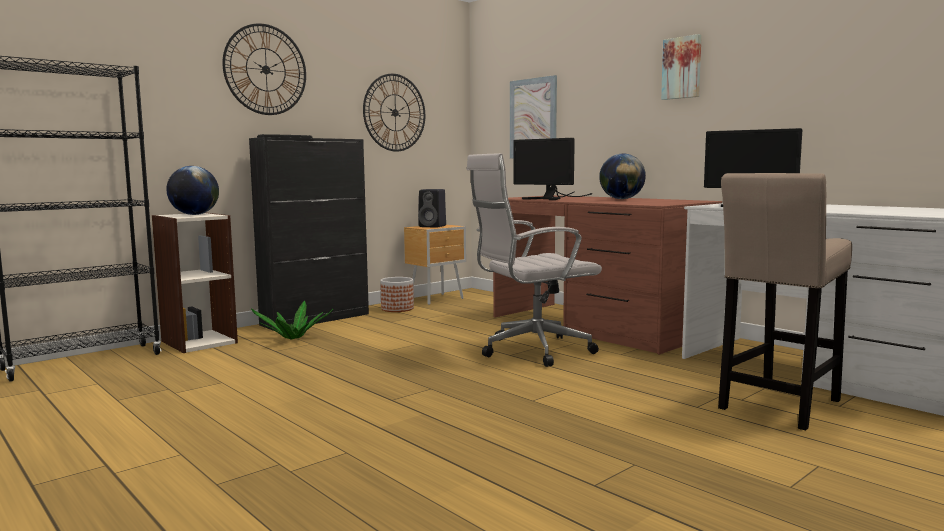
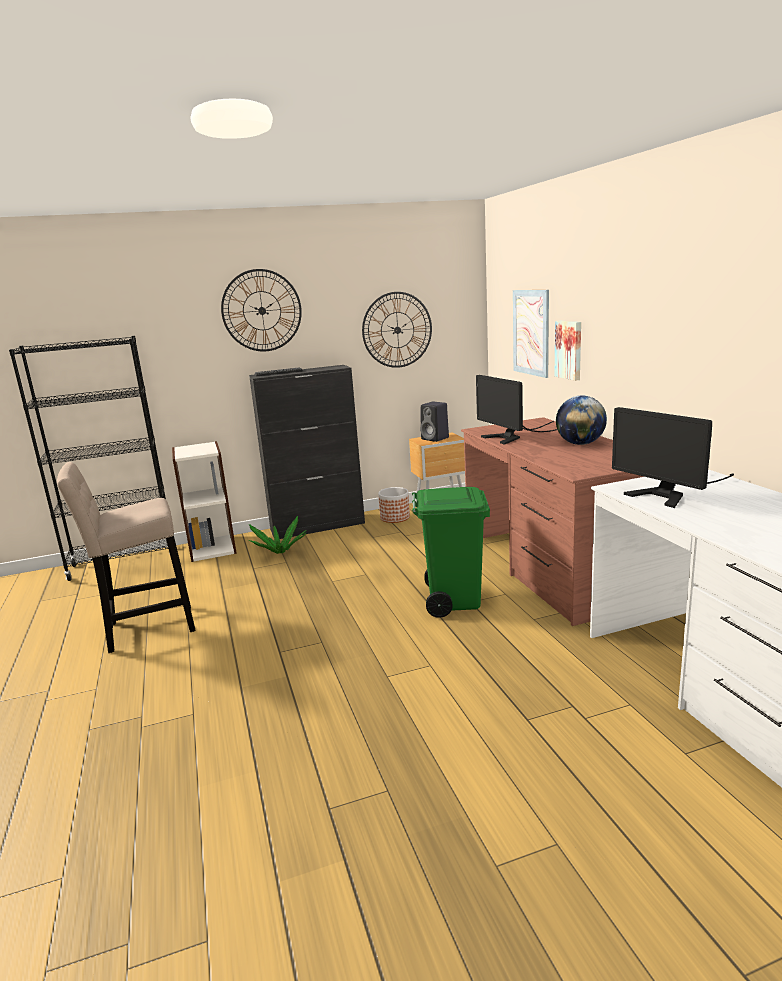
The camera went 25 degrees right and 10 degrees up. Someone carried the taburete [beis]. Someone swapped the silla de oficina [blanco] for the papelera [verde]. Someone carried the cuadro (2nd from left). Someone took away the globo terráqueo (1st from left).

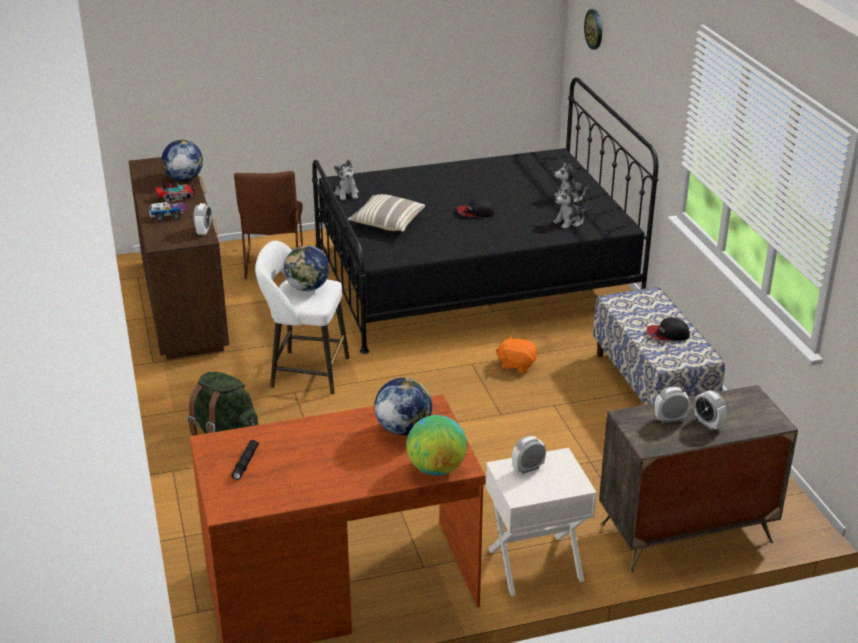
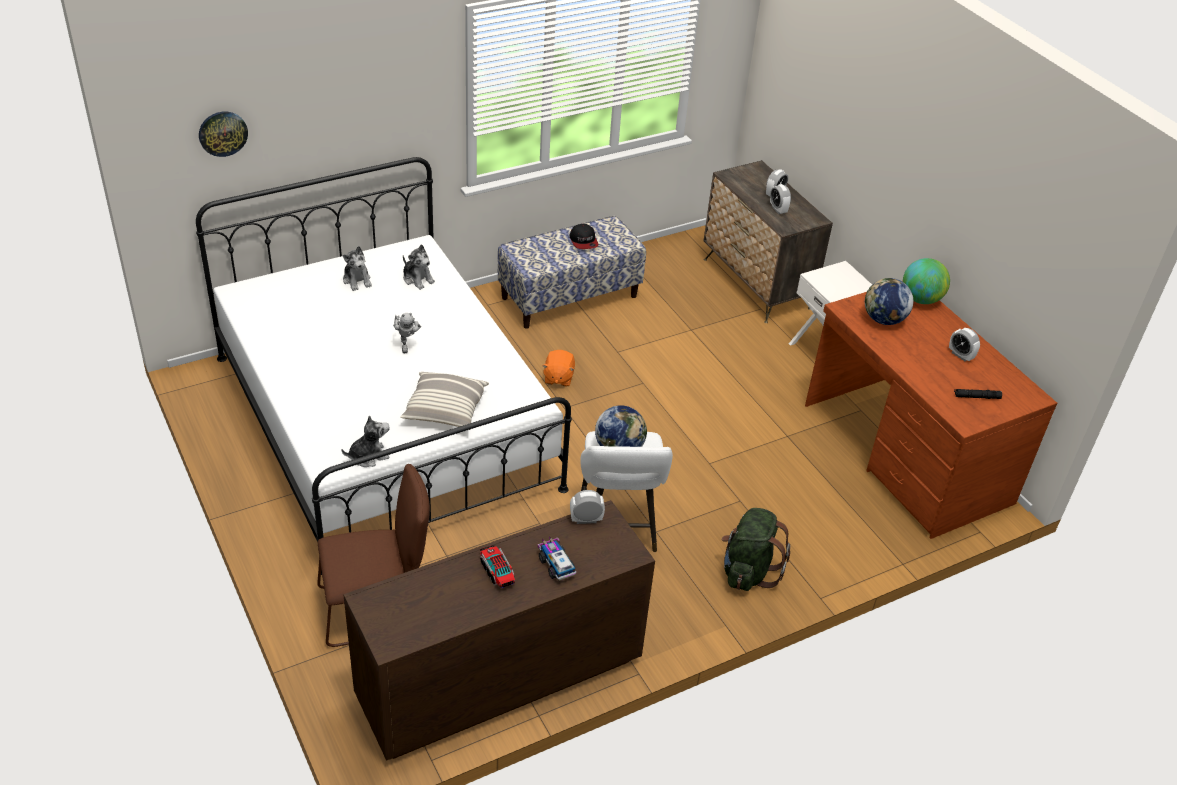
The camera went 105 degrees left and 10 degrees up. Someone repainted the cama [negro], which became the cama [blanco]. Someone swapped the gorra (1st from left) for the robot de juguete. Someone carried the despertador (2nd from left in the first image). Someone took away the globo terráqueo (1st from left).

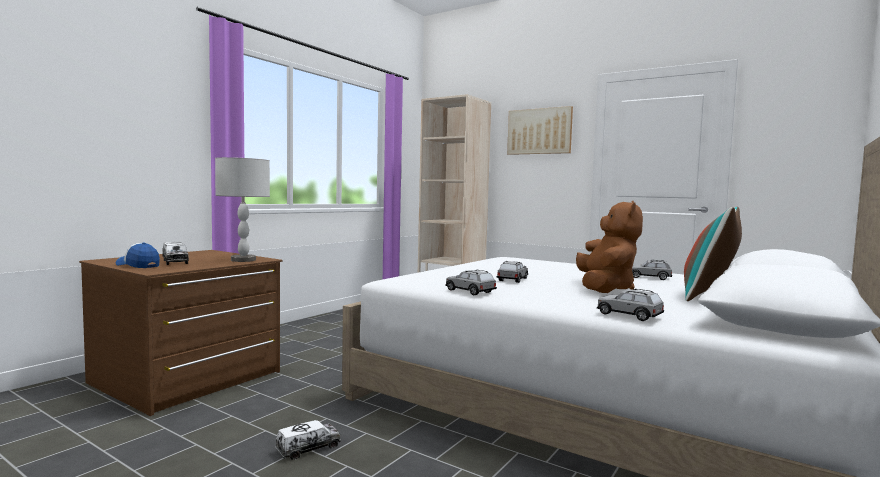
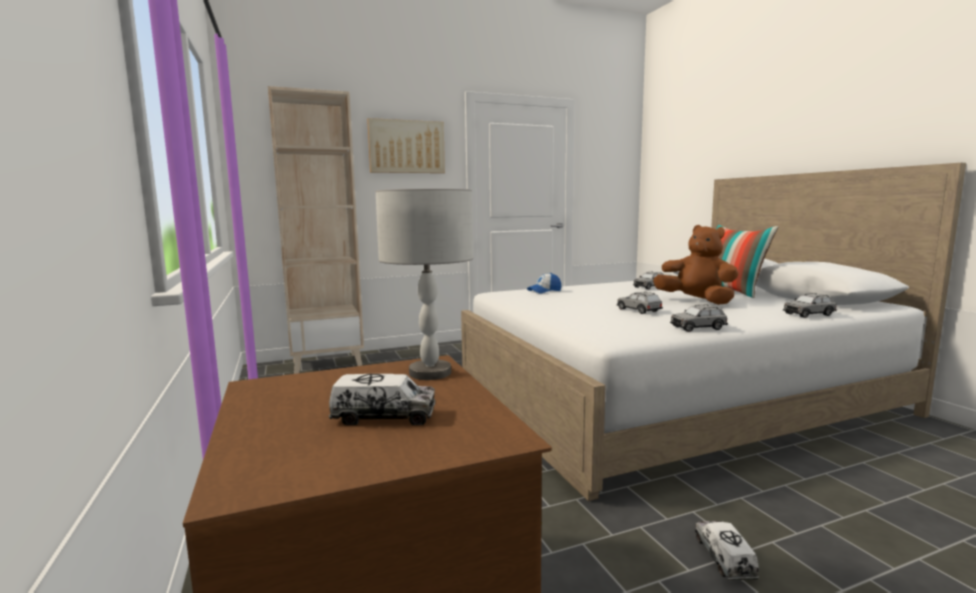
The camera went 55 degrees left and 5 degrees up. Someone carried the gorra.

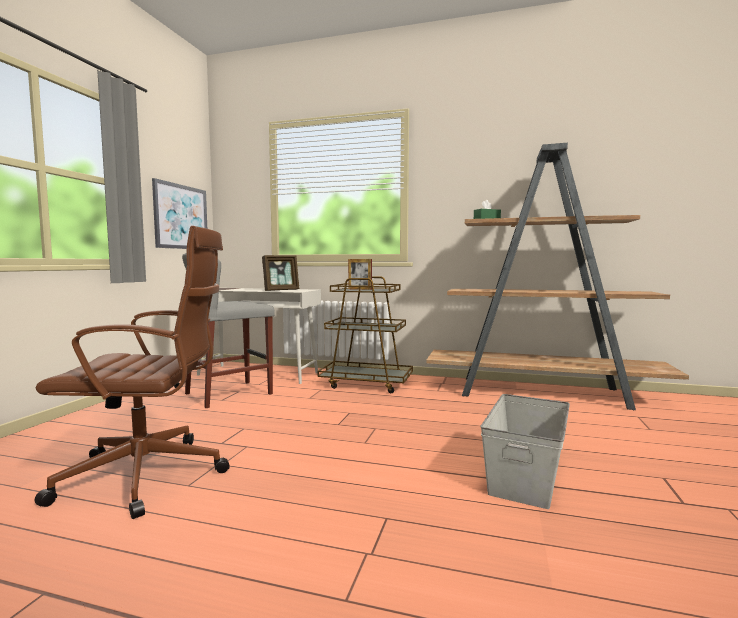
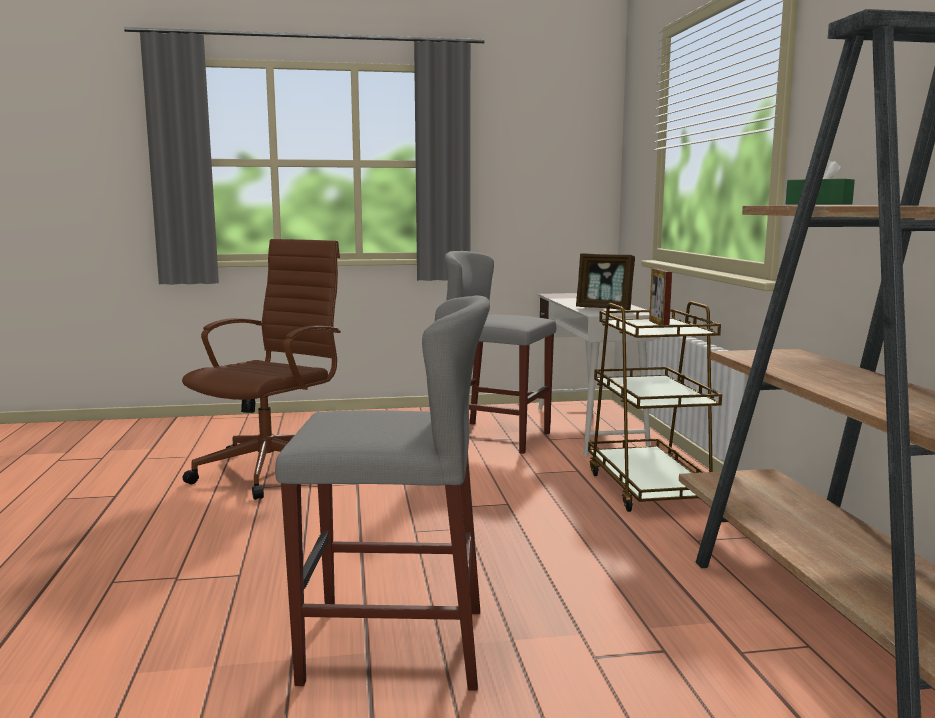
The camera went 65 degrees right and 5 degrees up. Someone rotated the silla de oficina [marrón] by 120 degrees counterclockwise. Someone swapped the caja de almacenaje [gris] for the taburete [gris] (1st from left). Someone took away the cuadro.

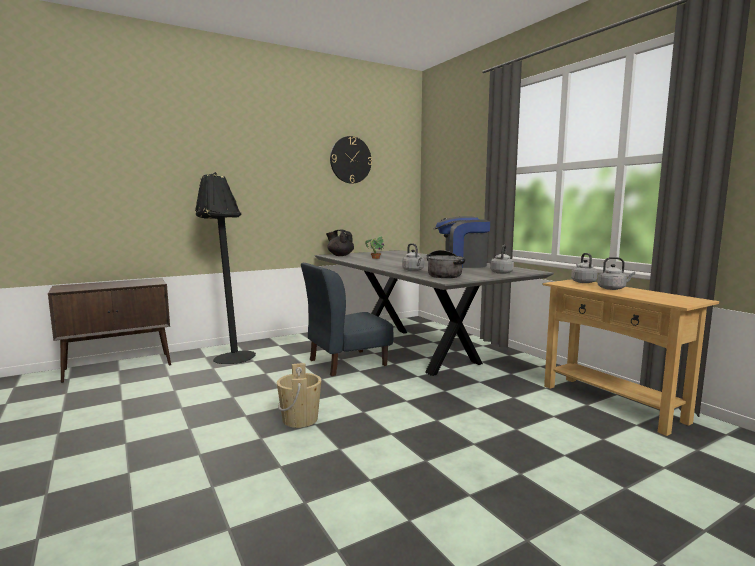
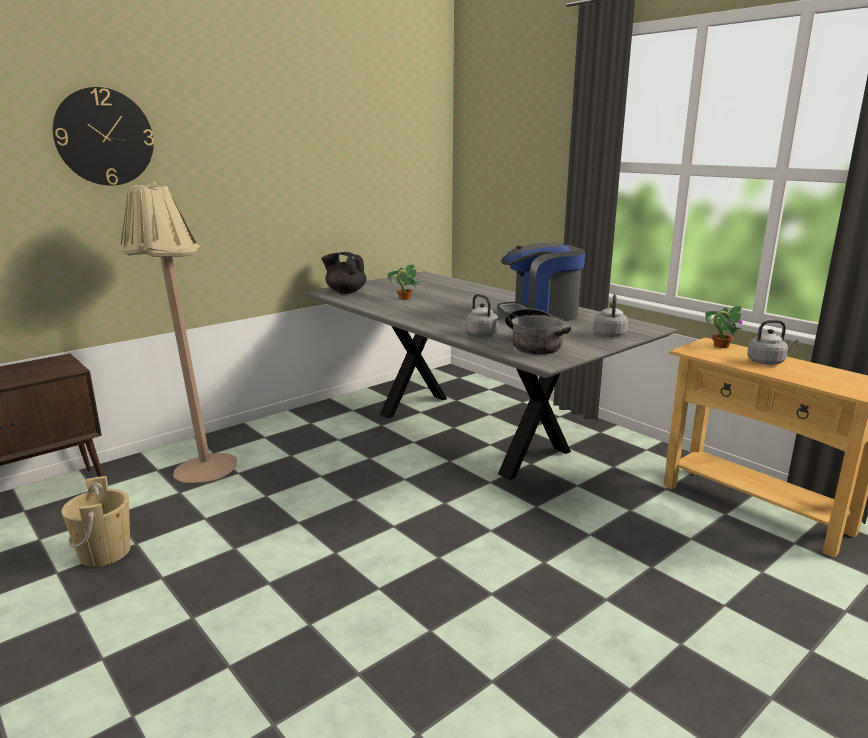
The camera went 10 degrees left and 10 degrees up. Someone carried the reloj de pared. Someone carried the cubo [beis]. Someone repainted the lámpara de pie [negro], which became the lámpara de pie [beis]. Someone swapped the hervidor [gris] (3rd from left) for the planta en maceta (2nd from left). Someone took away the silla [azul].

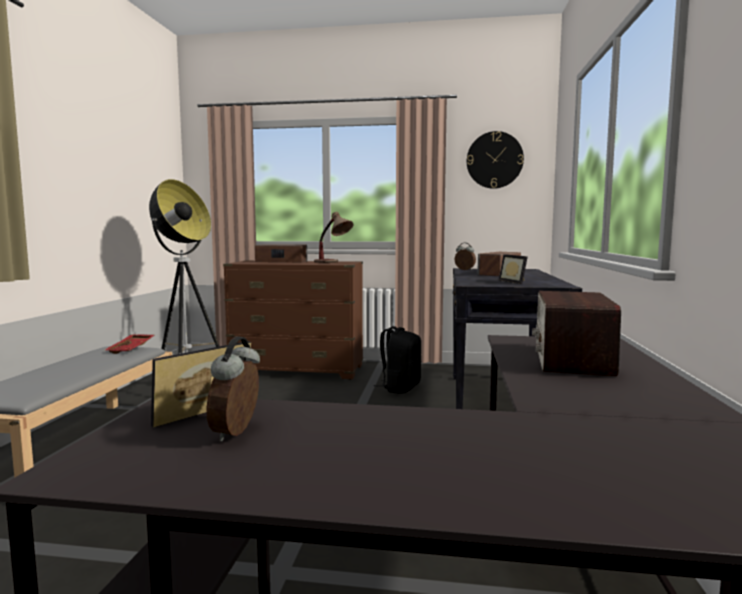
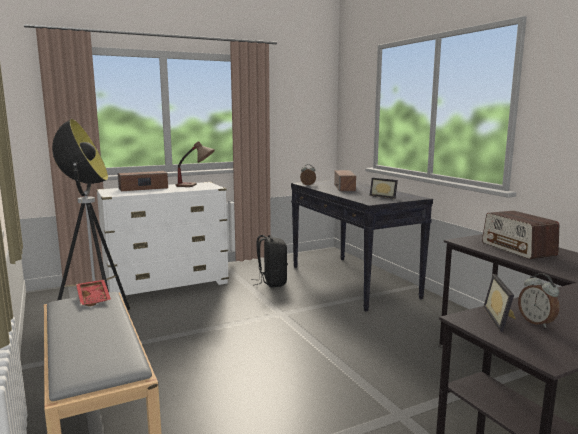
The camera went 35 degrees left and 5 degrees up. Someone repainted the cómoda [marrón], which became the cómoda [blanco]. Someone took away the reloj de pared.

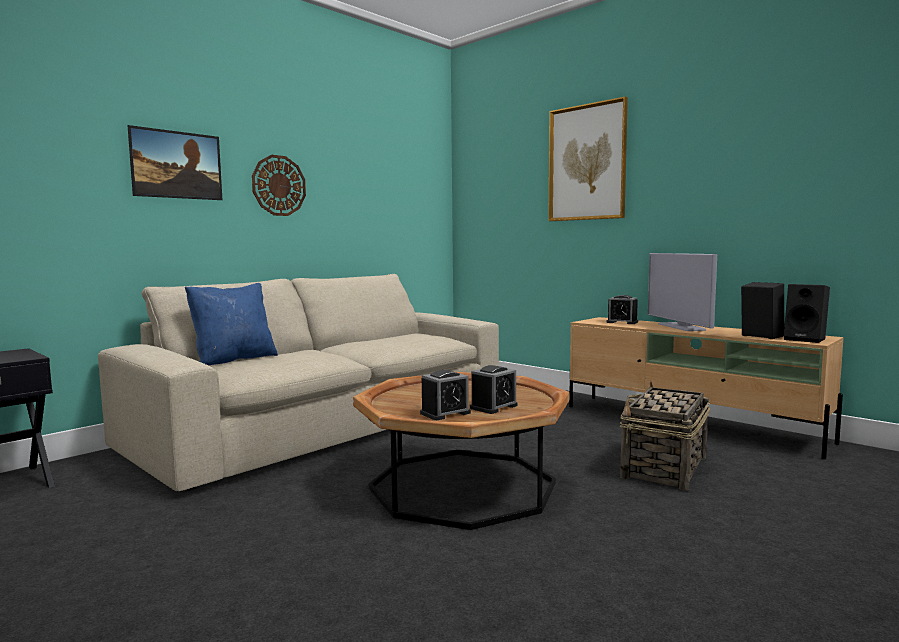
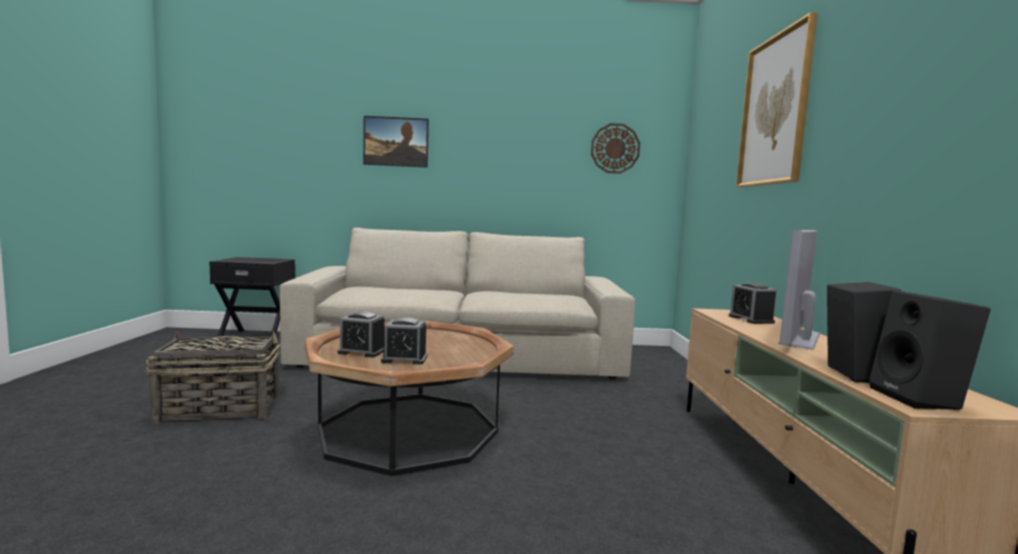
The camera went 45 degrees right and 0 degrees up. Someone carried the cesta. Someone carried the reloj de pared. Someone took away the cojín [azul].

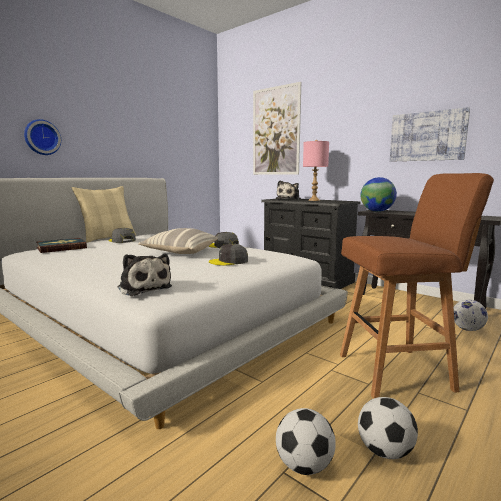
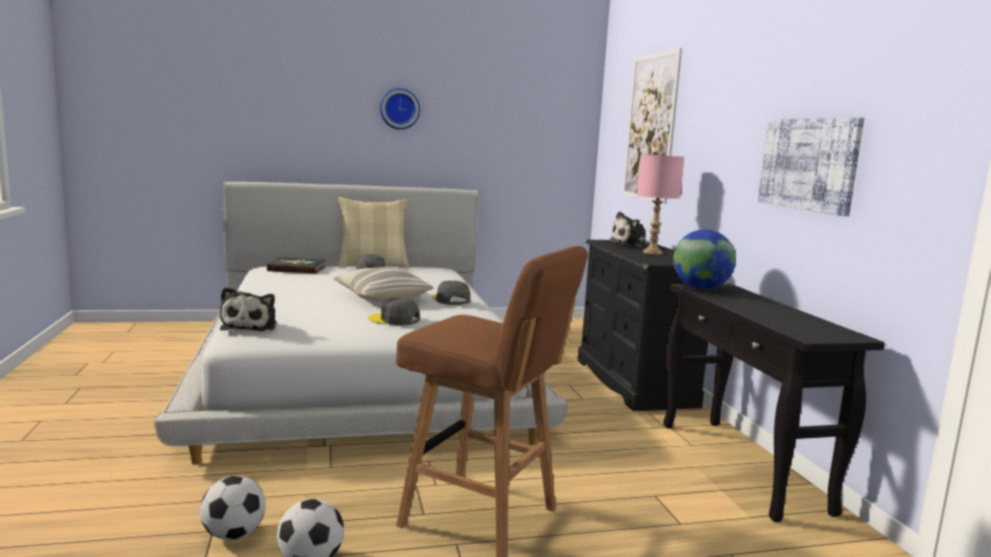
The camera went 35 degrees right and 0 degrees up. Someone carried the reloj de pared. Someone took away the balón de fútbol (3rd from left).

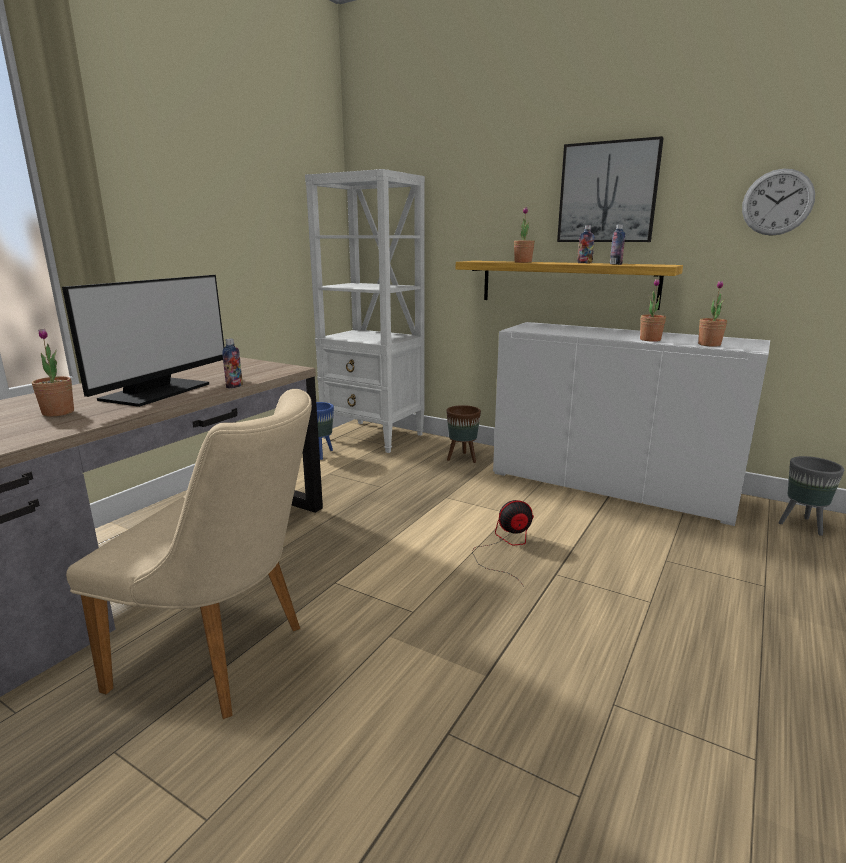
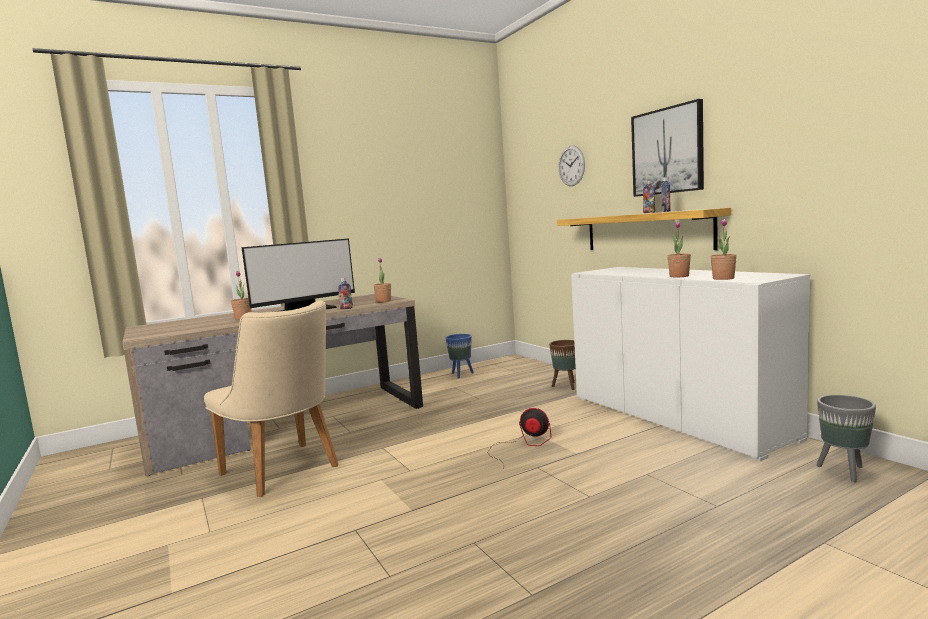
The camera went 30 degrees right and 10 degrees down. Someone carried the planta en maceta (2nd from left). Someone carried the reloj de pared. Someone took away the estantería [blanco].

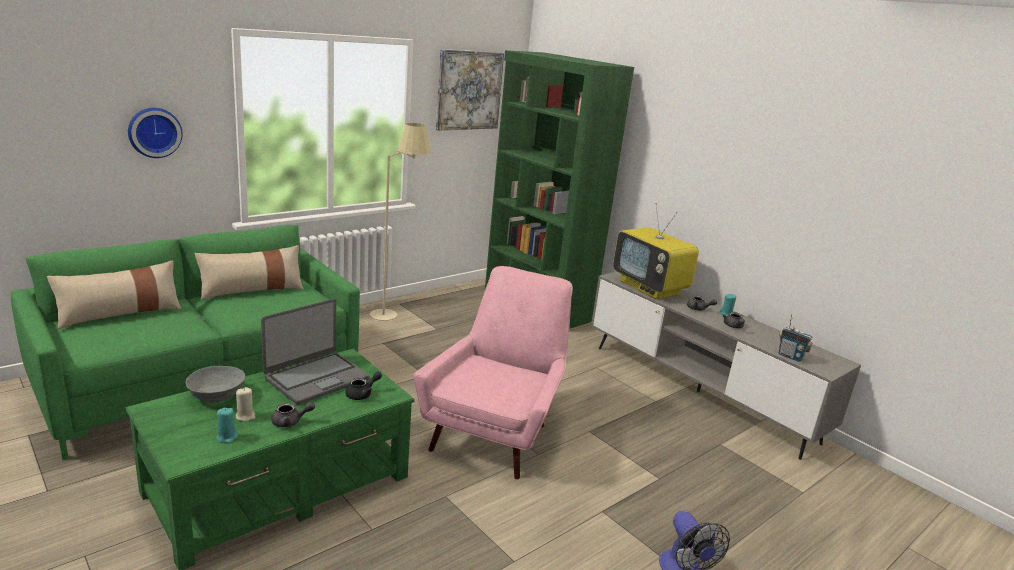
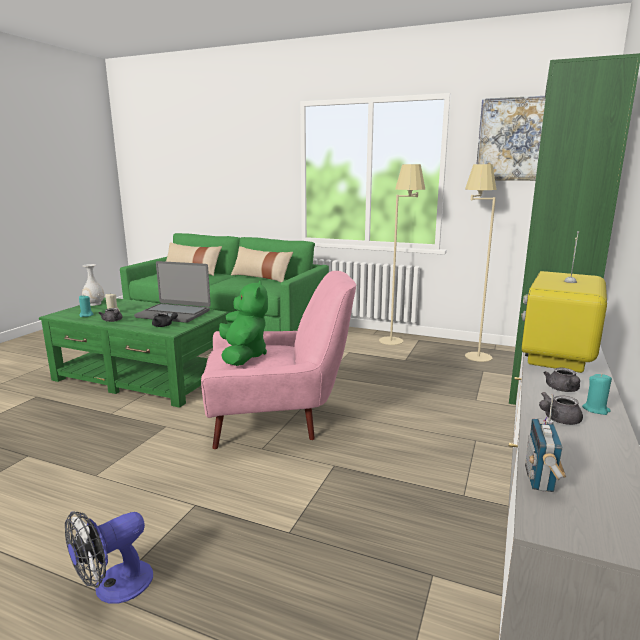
The camera went 65 degrees right and 5 degrees down. Someone put down the florero [blanco]. Someone put down the peluche [verde]. Someone put down the lámpara de pie [beis] (2nd from left). Someone took away the reloj de pared. Someone took away the cuenco [gris].

